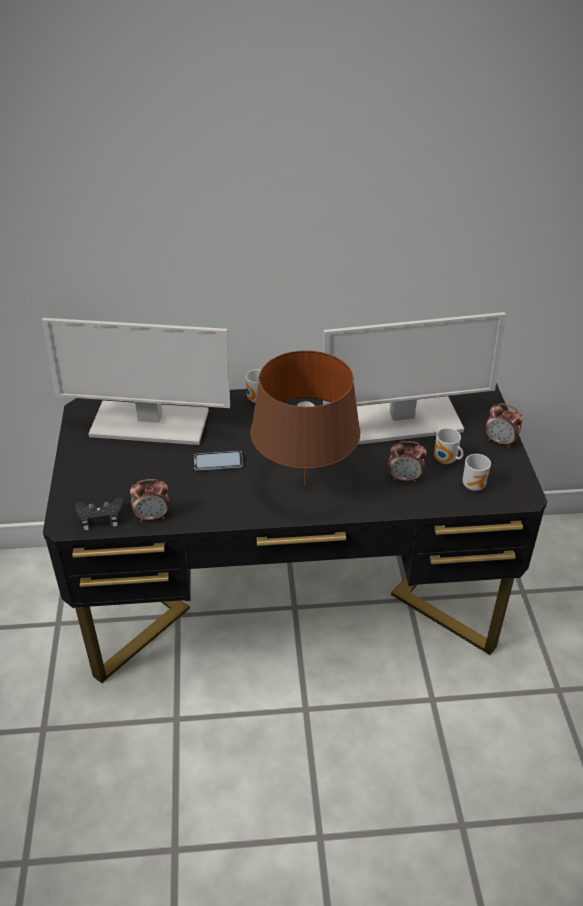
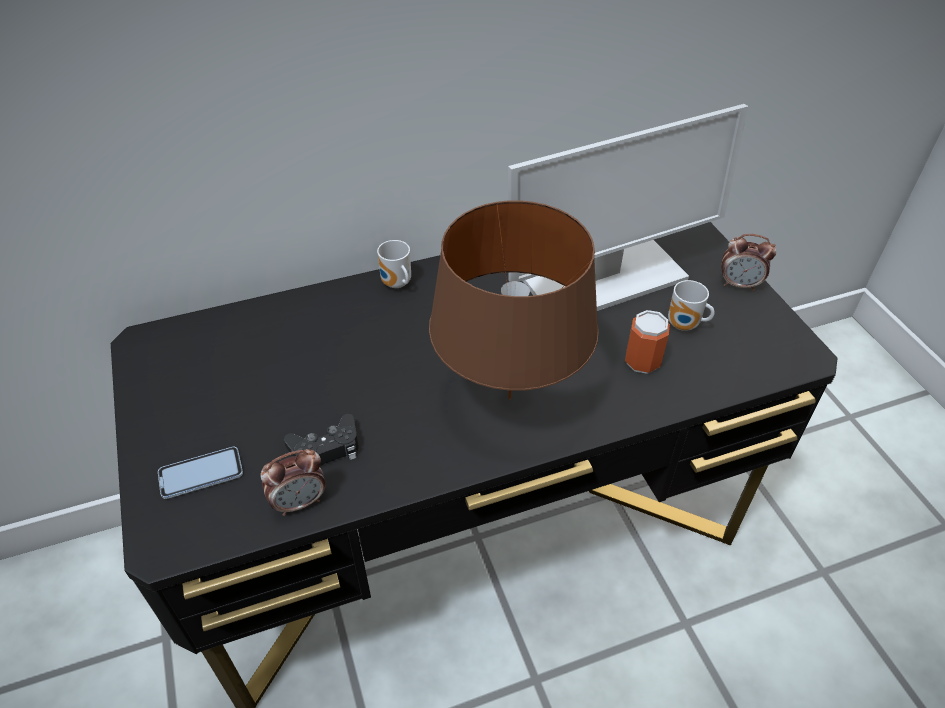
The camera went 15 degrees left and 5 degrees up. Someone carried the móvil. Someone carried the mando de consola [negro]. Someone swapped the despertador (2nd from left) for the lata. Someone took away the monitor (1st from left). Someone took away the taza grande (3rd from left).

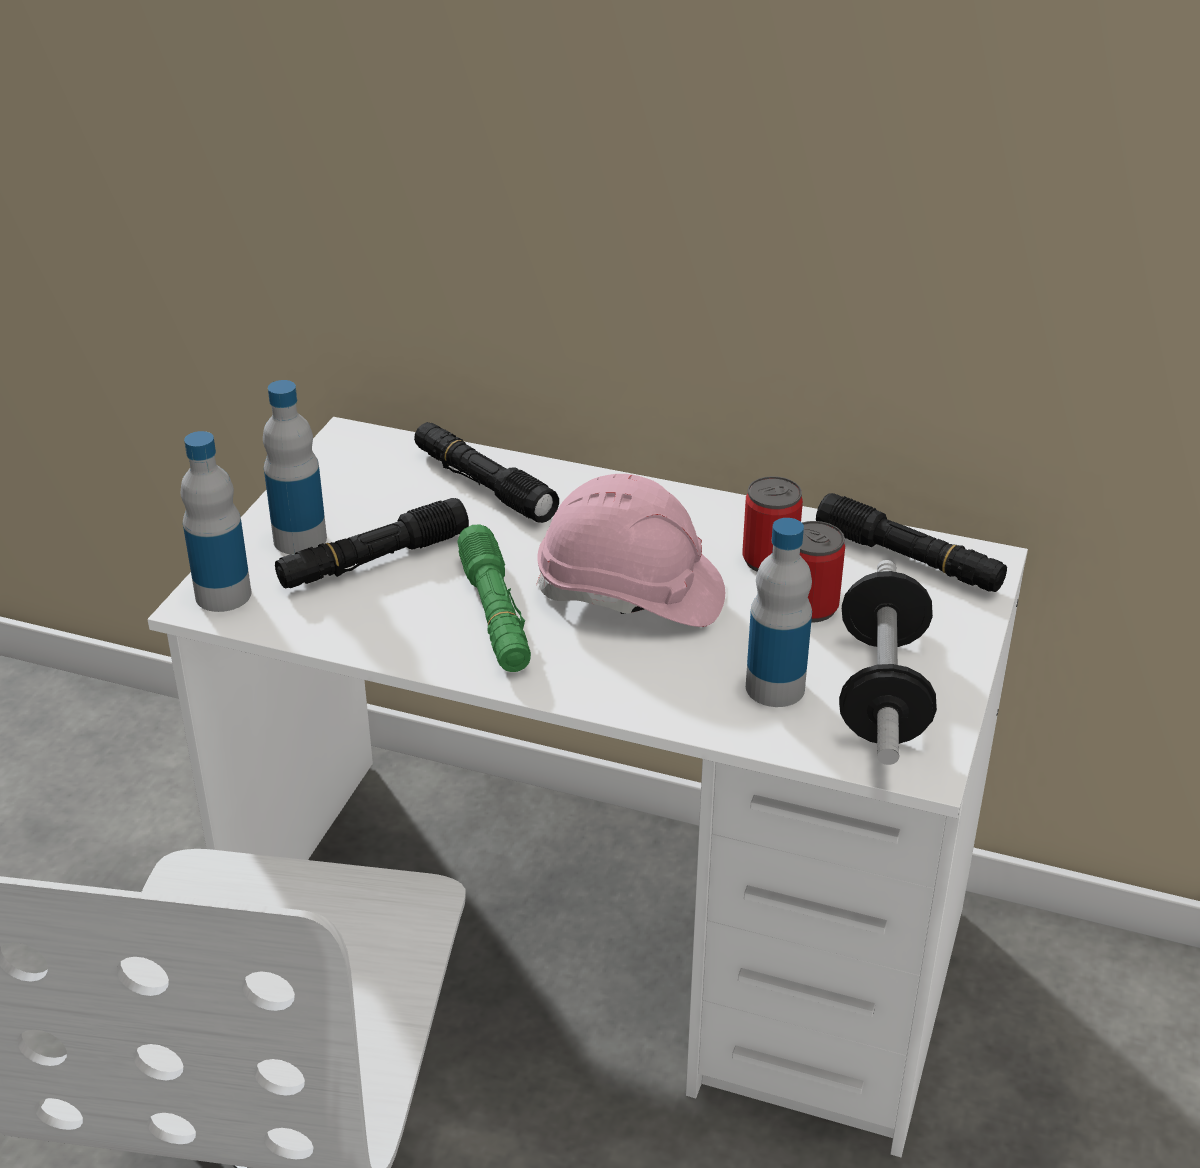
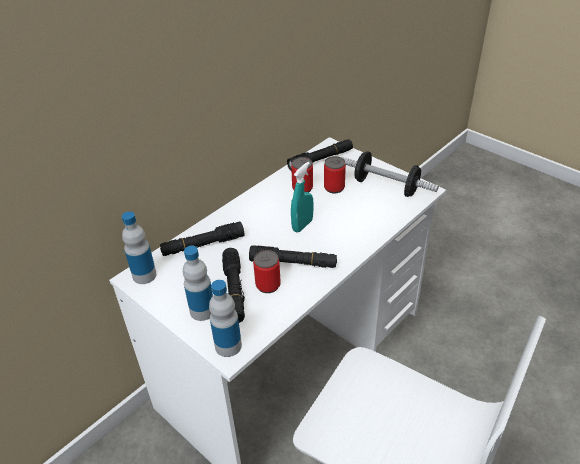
The camera went 65 degrees left and 5 degrees up. Someone carried the botella (3rd from left in the first image). Someone repainted the linterna [verde], which became the linterna [negro] (3rd from left). Someone put down the lata (1st from left). Someone swapped the casco [rosa] for the pulverizador [turquesa].

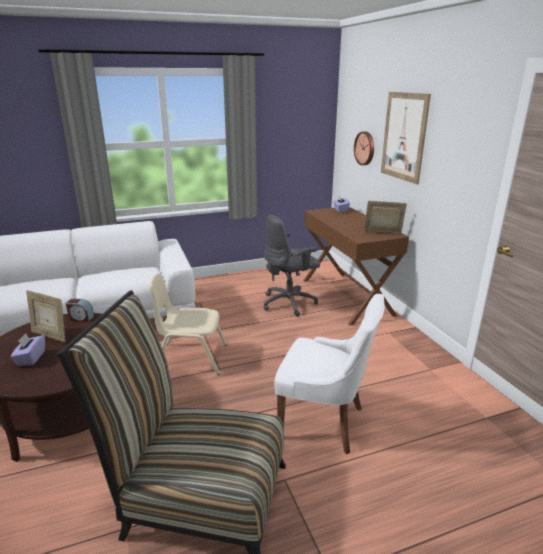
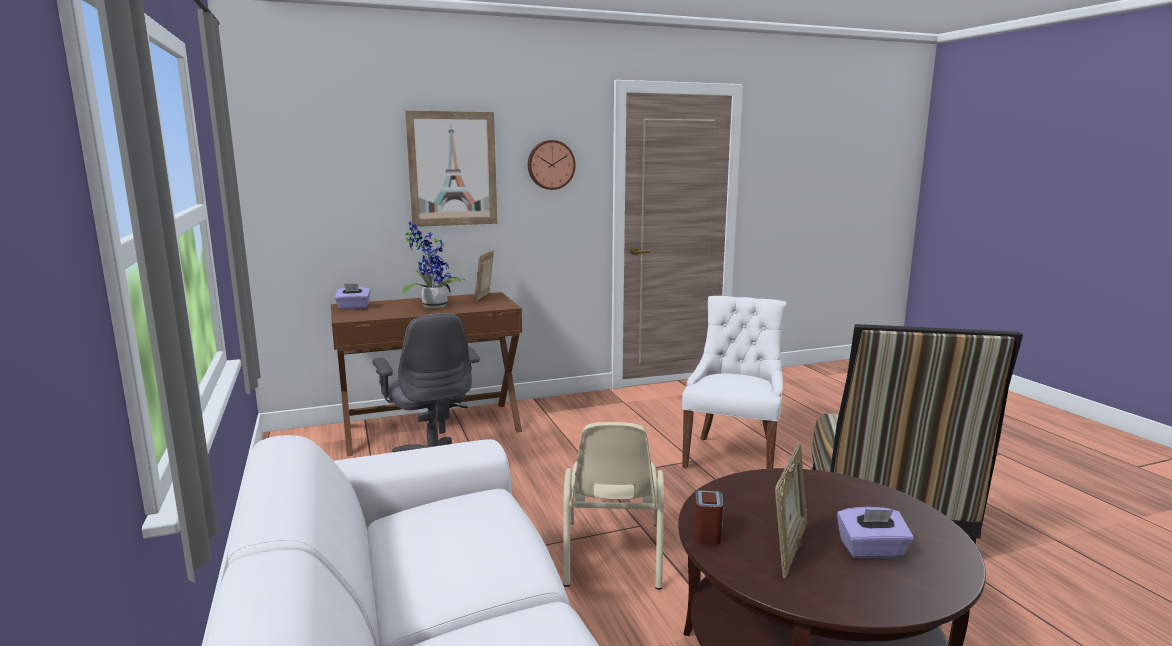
The camera went 90 degrees left and 10 degrees down. Someone put down the planta en maceta. Someone carried the reloj de pared.

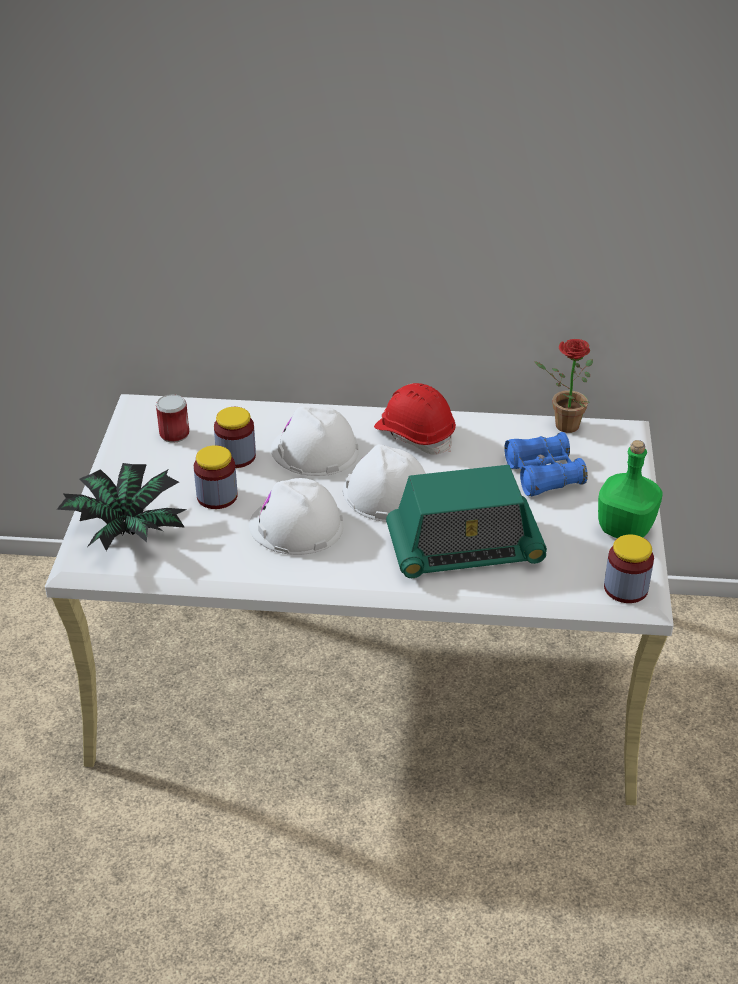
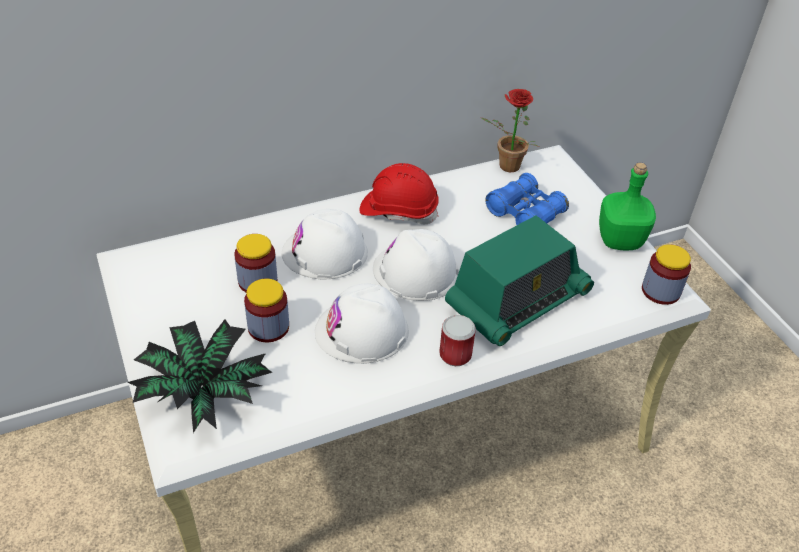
The camera went 30 degrees left and 5 degrees up. Someone carried the lata.

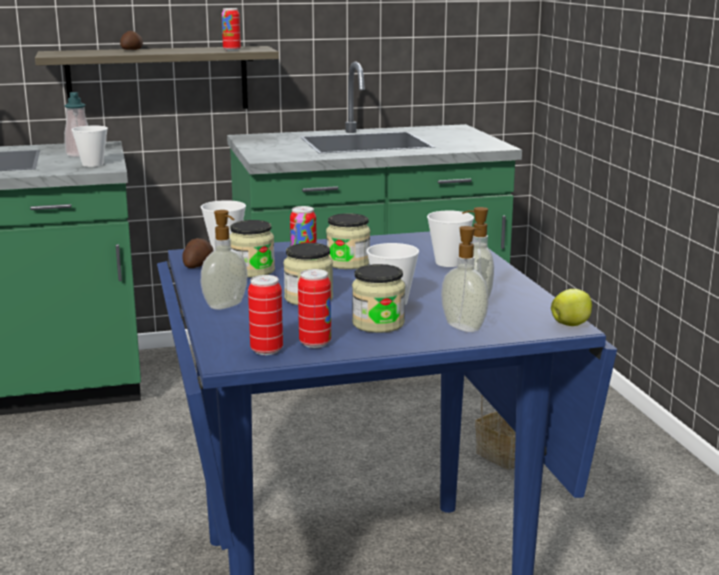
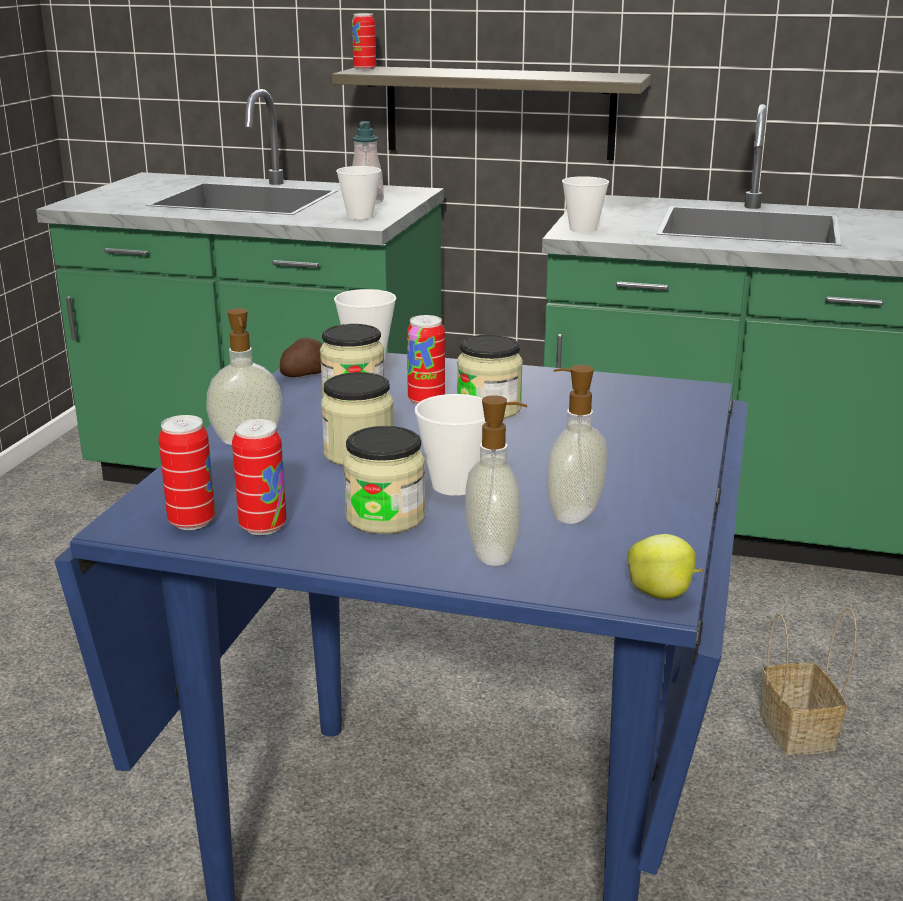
The camera went 30 degrees right and 5 degrees up. Someone carried the lata (1st from left in the first image). Someone carried the taza (4th from left). Someone took away the patata (1st from left).

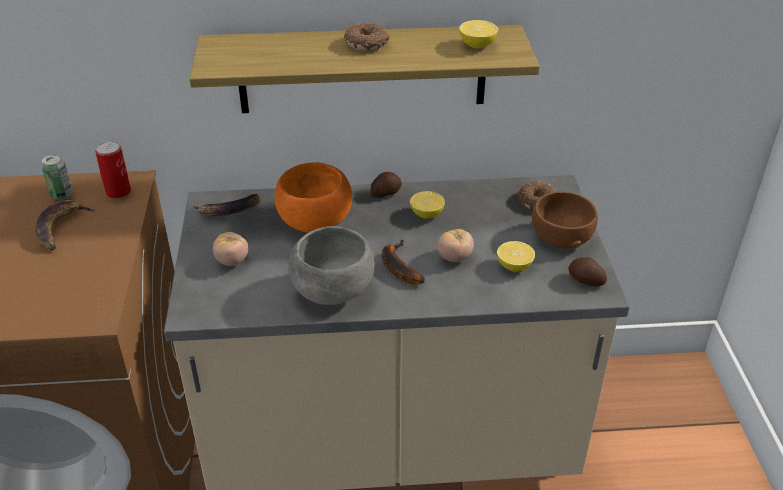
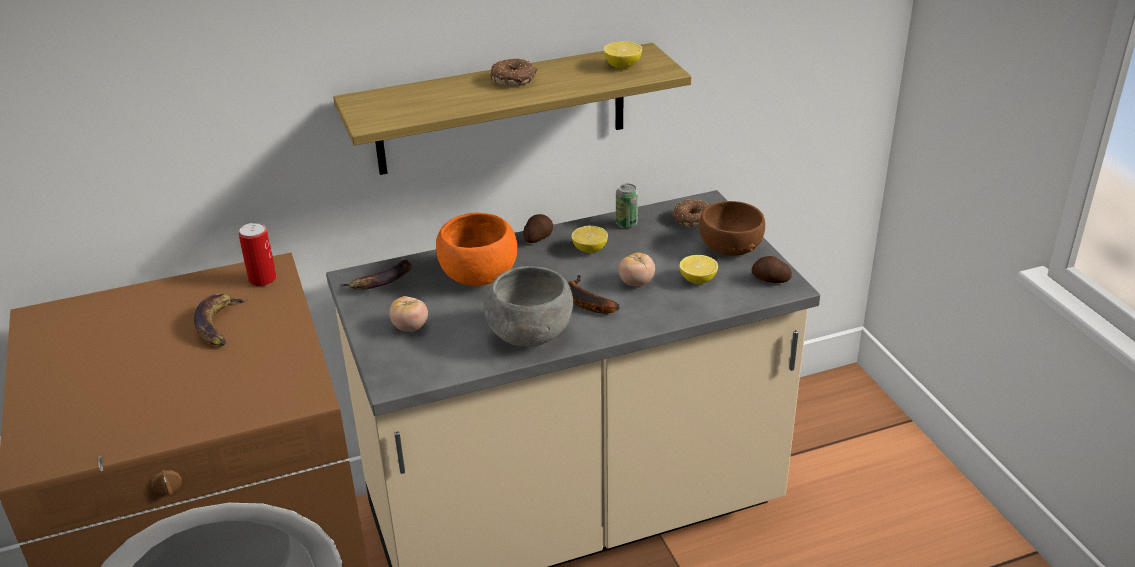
The camera went 15 degrees left and 5 degrees down. Someone carried the lata (1st from left in the first image).

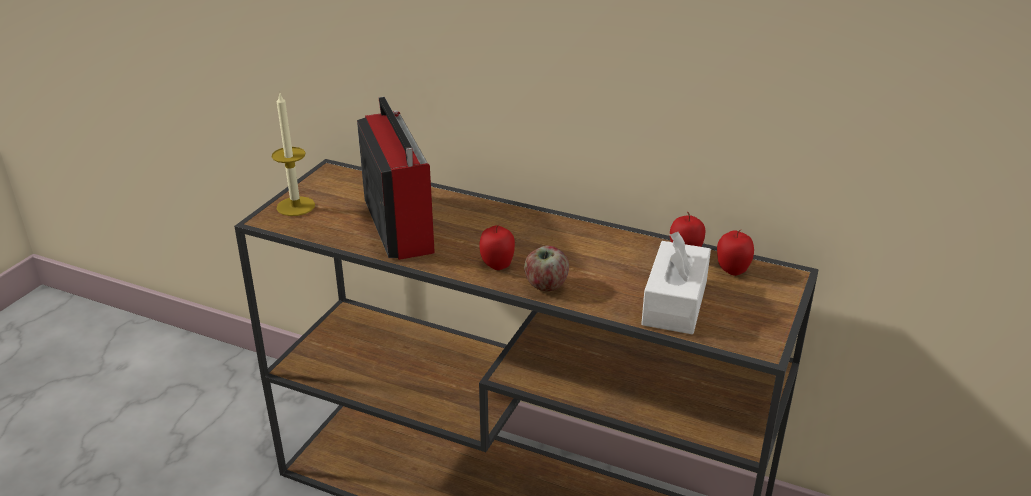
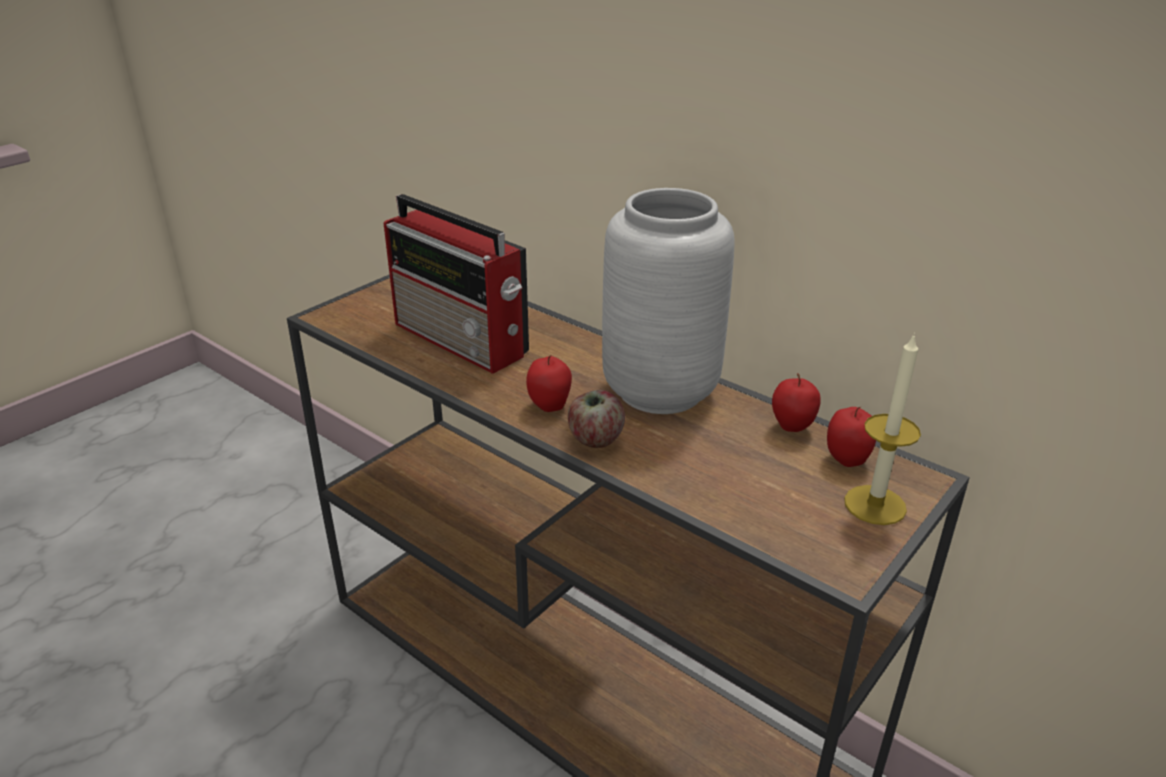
The camera went 15 degrees right and 0 degrees up. Someone rotated the radio by 135 degrees clockwise. Someone put down the florero [gris]. Someone carried the vela. Someone took away the caja de pañuelos [blanco].

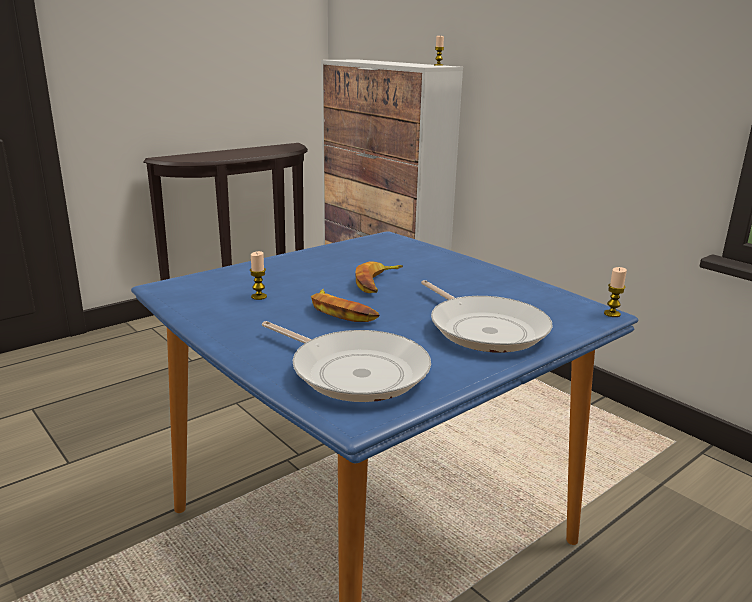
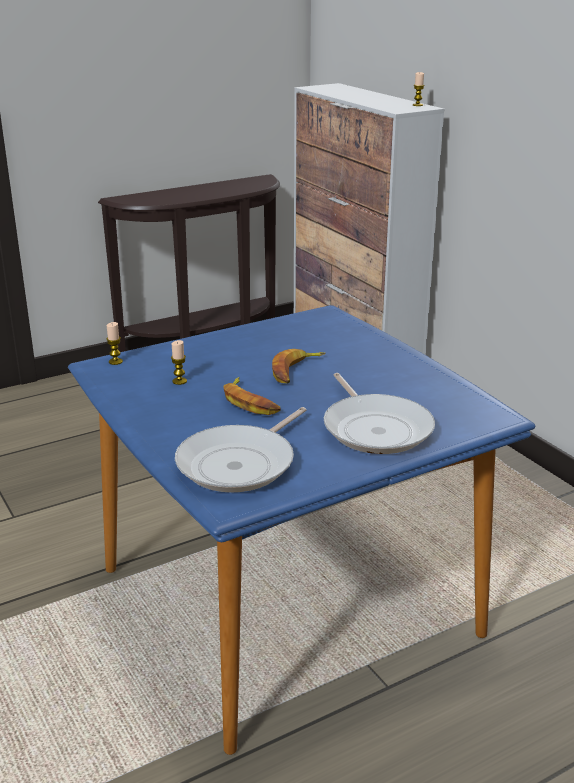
The camera went 10 degrees right and 5 degrees up. Someone carried the vela (3rd from left in the first image). Someone rotated the sartén (1st from left) by 75 degrees clockwise.

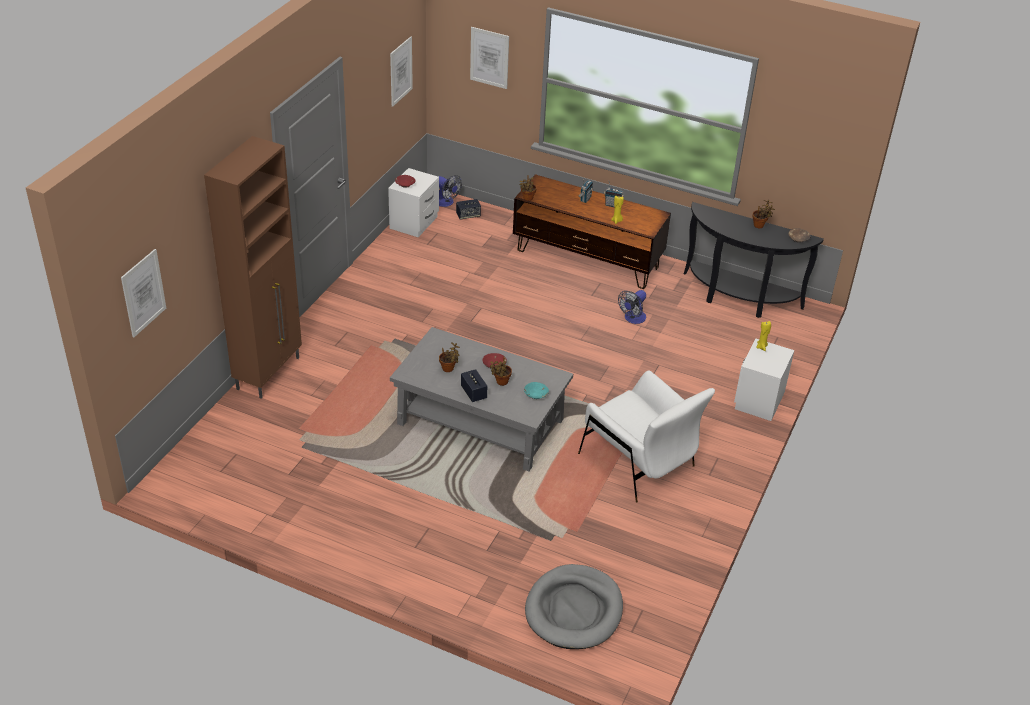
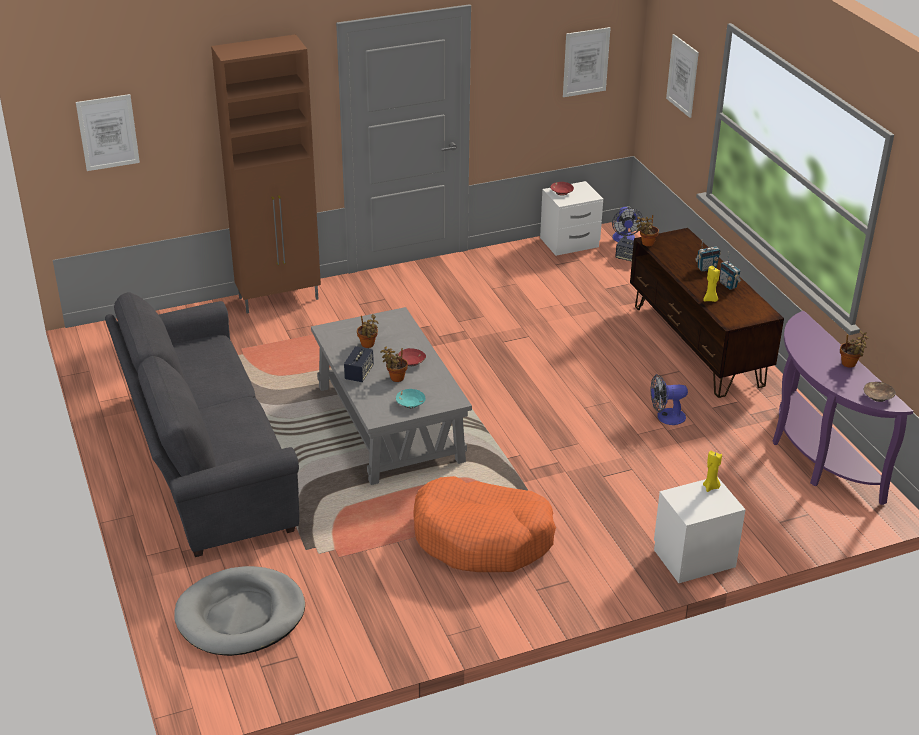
The camera went 45 degrees right and 5 degrees down. Someone put down the sofá [gris]. Someone swapped the sillón [blanco] for the cama para perro [naranja]. Someone repainted the mesa consola [negro], which became the mesa consola [morado].

